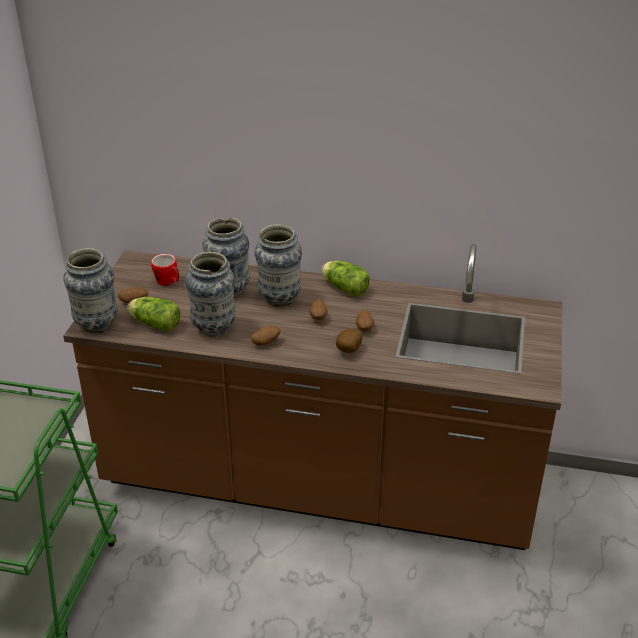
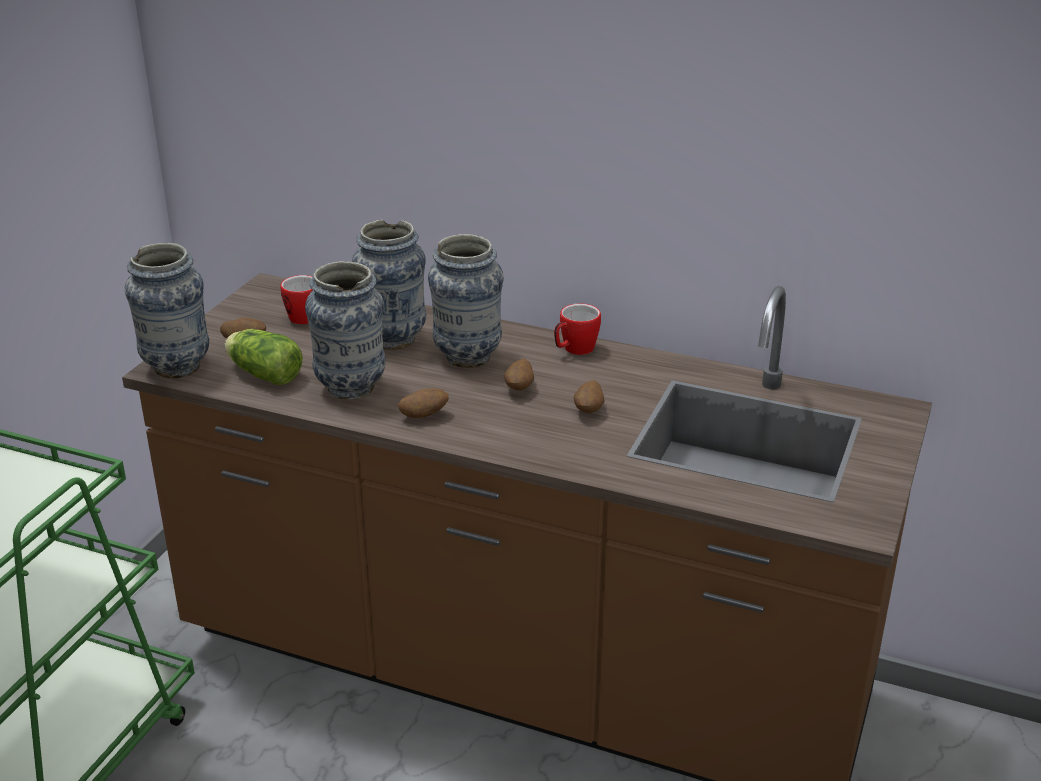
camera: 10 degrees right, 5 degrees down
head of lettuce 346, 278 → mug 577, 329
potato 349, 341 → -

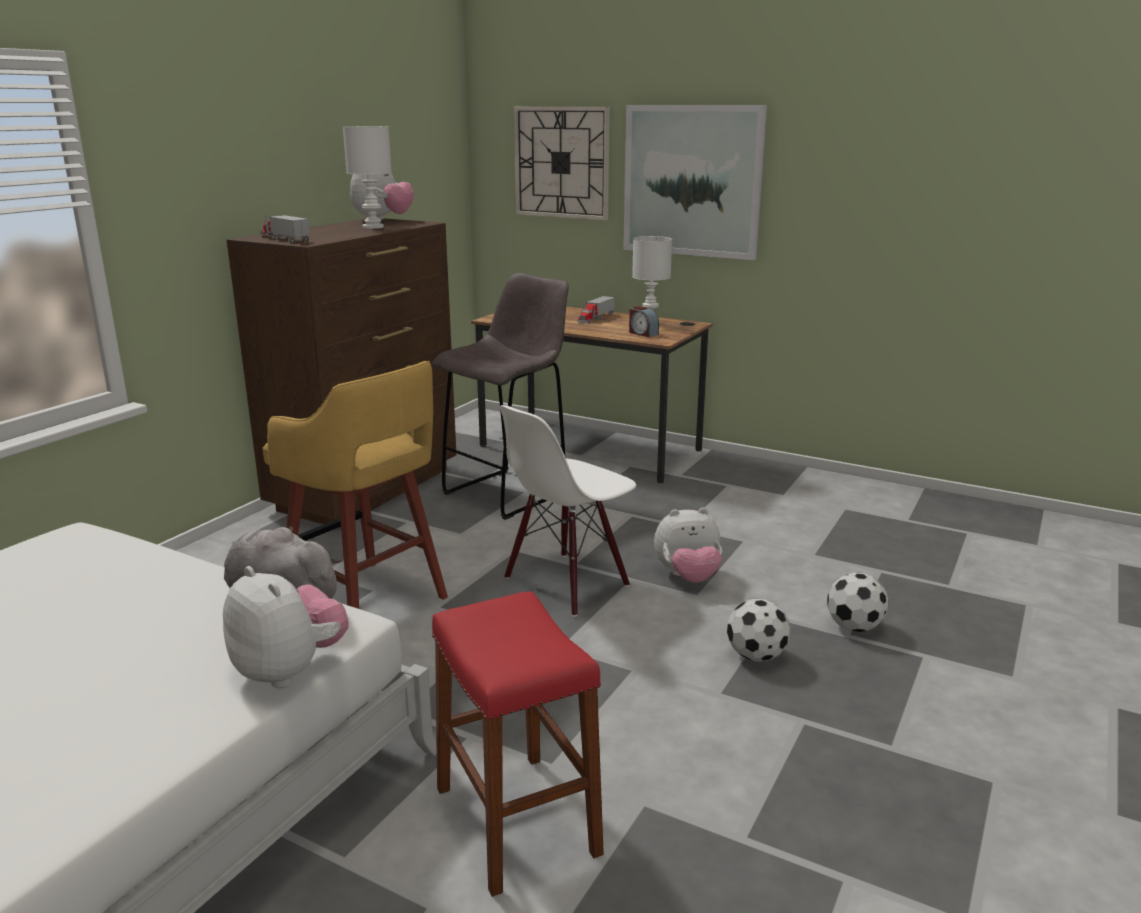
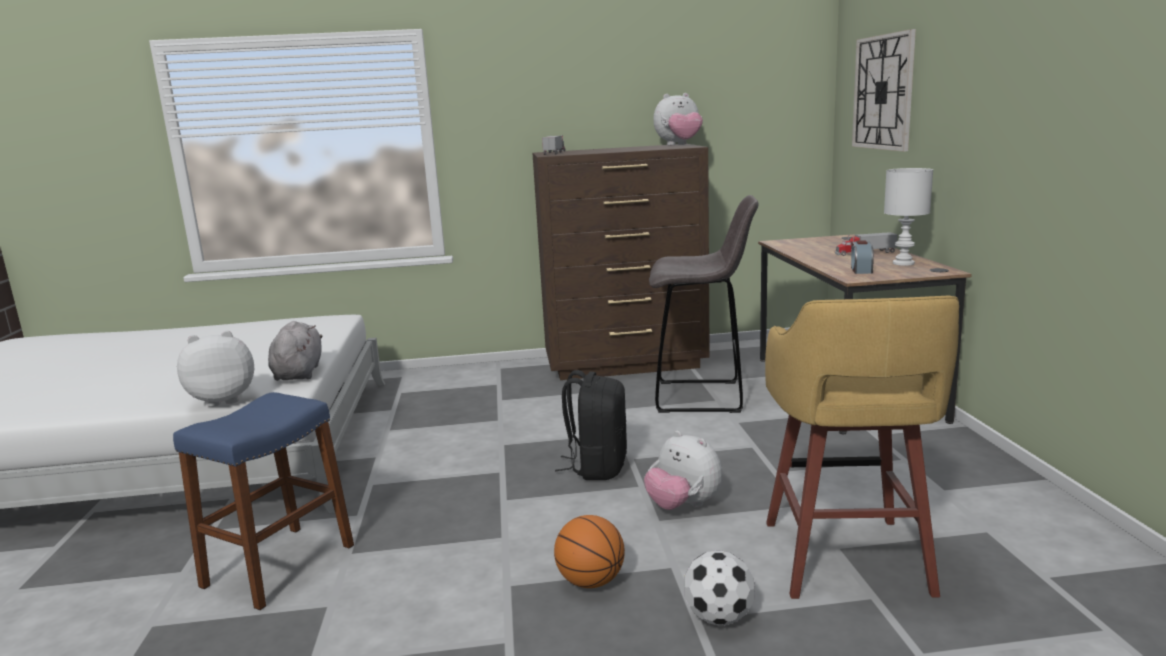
camera: 55 degrees right, 5 degrees down
sitting stool in red 518, 744 → sitting stool in bluish 263, 501
soft toy 286, 627 → soft toy 215, 369, 120 degrees counterclockwise
football ball 759, 630 → ball for basketball 589, 551
upright chair in white 568, 511 → rucksack in black-coloured 591, 425
sitting stool in yellowish 355, 485 → sitting stool in yellowish 862, 447, move
lamp for a table in white 367, 177 → -
wall art 695, 182 → -

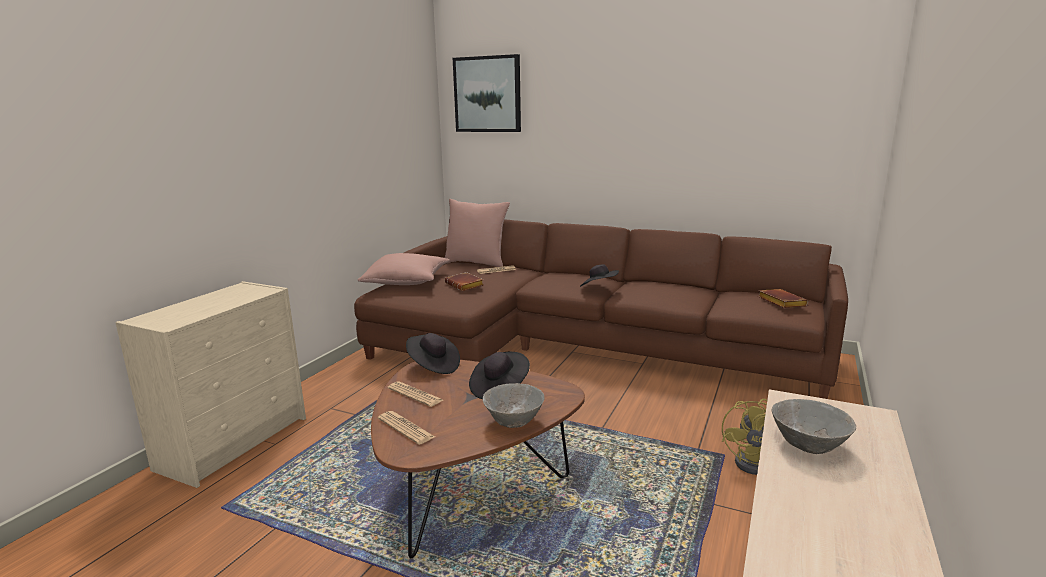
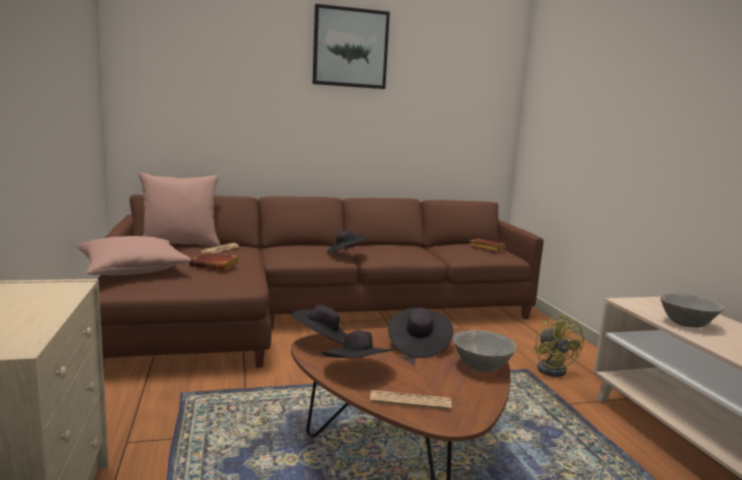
camera: 40 degrees left, 5 degrees down
wall art 487, 93 → wall art 351, 46, move
newspaper 415, 394 → clothing hat in black-coloured 357, 344

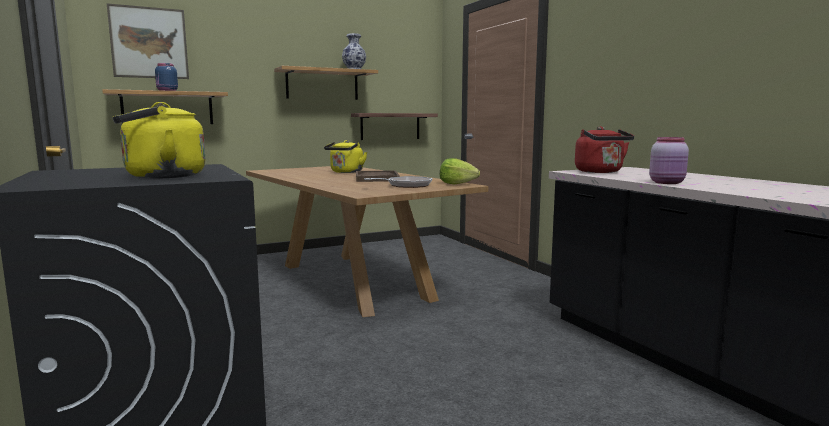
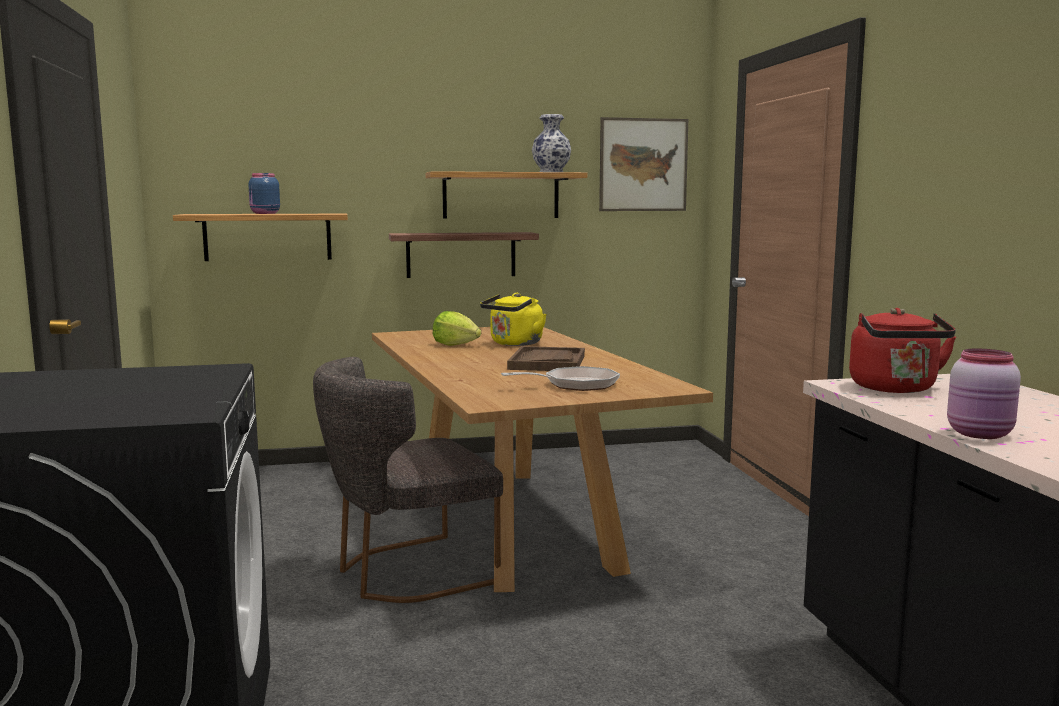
camera: 15 degrees right, 0 degrees up
- → upright chair in gray 408, 480
shelf 394, 126 → shelf 464, 255, move
head of lettuce 460, 171 → head of lettuce 457, 328, move
wall art 148, 41 → wall art 643, 164, move
kettle in yellowish 158, 140 → -

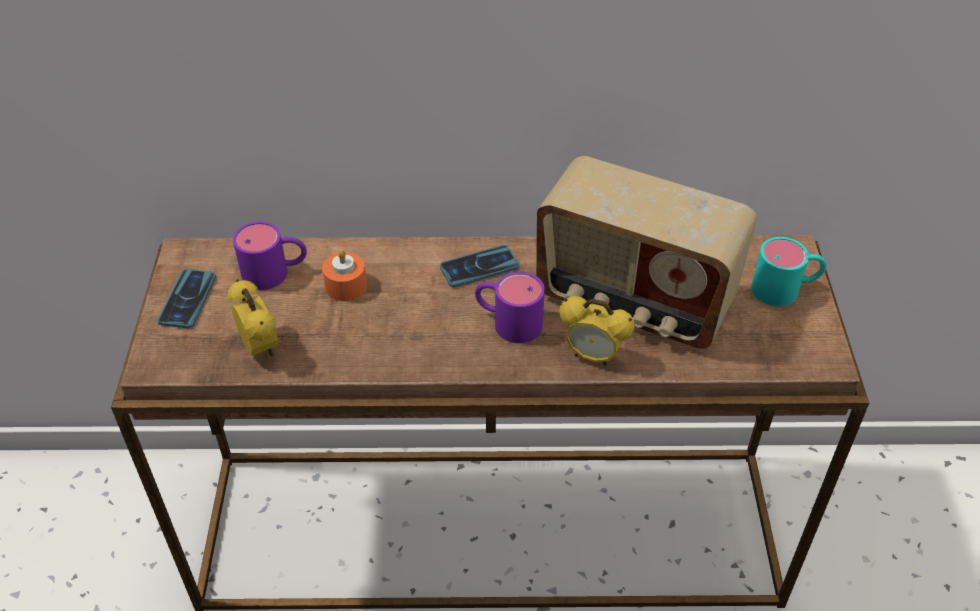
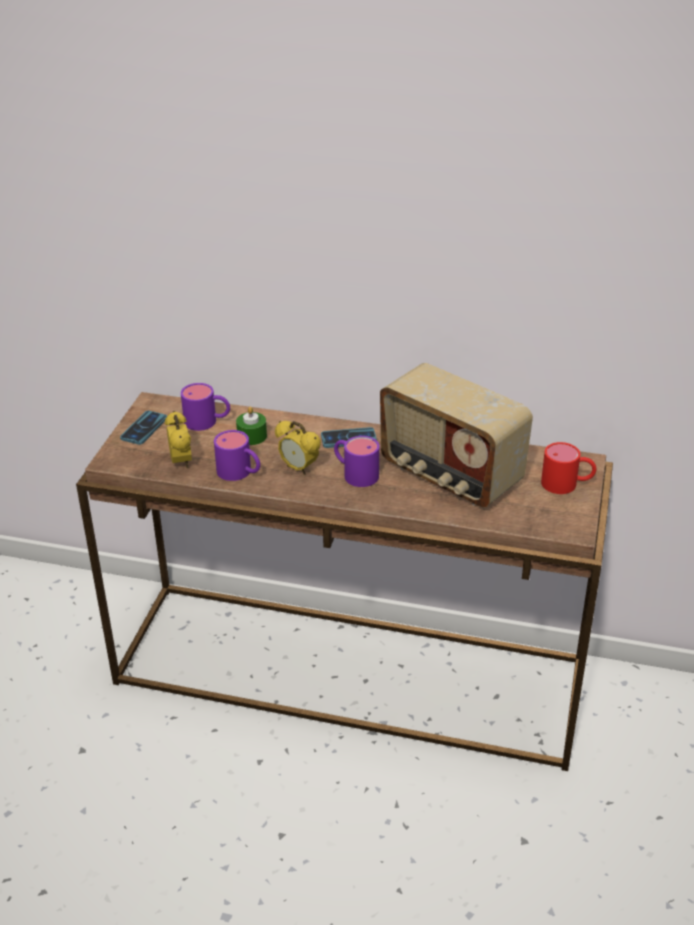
camera: 15 degrees right, 10 degrees down
- → mug in purplish 237, 455
wax light in orangey 344, 275 → wax light in greenish 251, 426
alarm clock 597, 331 → alarm clock 298, 448, move
mug in blue-green 789, 272 → mug in red 568, 468

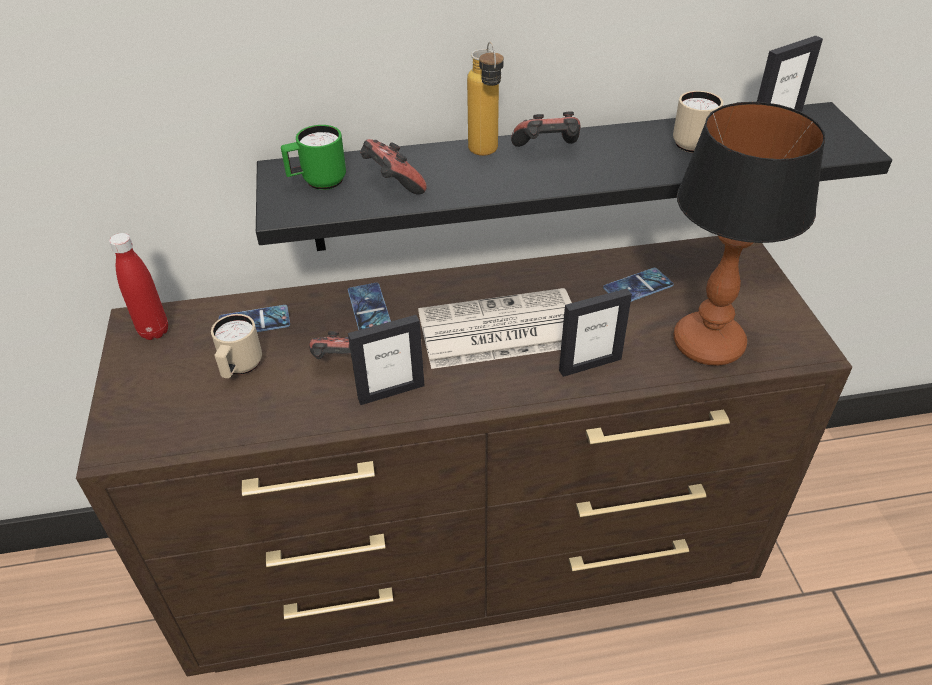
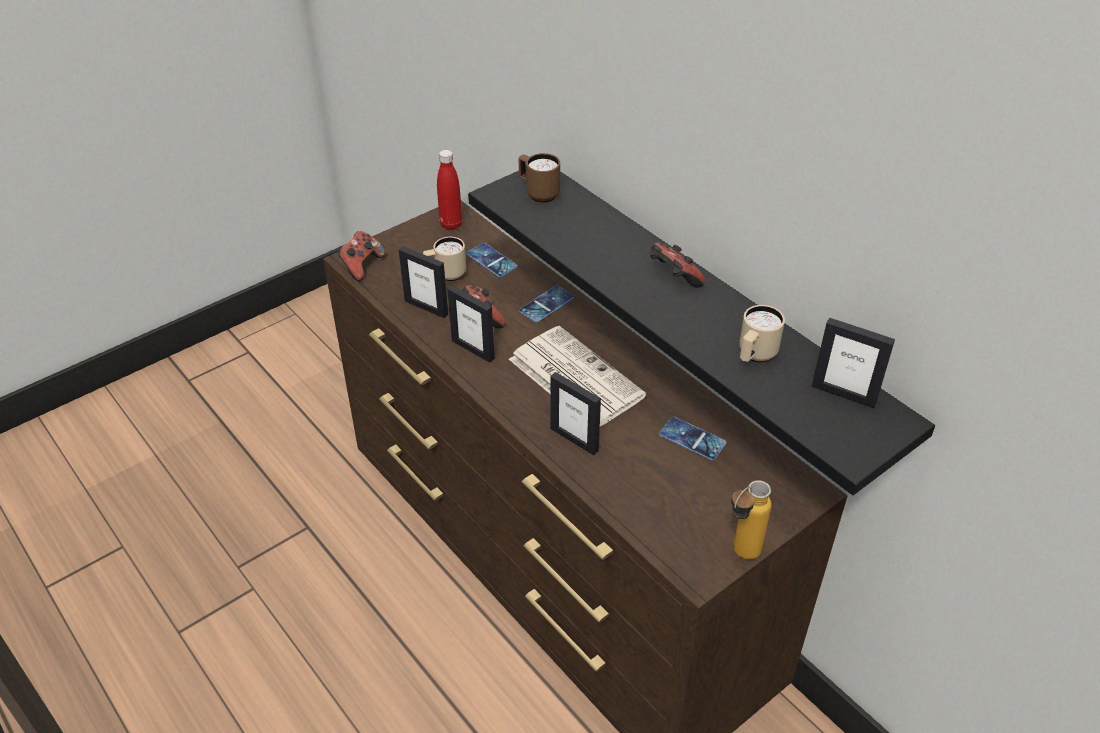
camera: 60 degrees right, 0 degrees up
joypad 393, 167 → joypad 362, 256, move
- → photo frame 423, 282
mug in greenish 313, 157 → mug in brown 539, 178
drink bottle 485, 99 → drink bottle 751, 520, move
lamp for a table 749, 234 → -

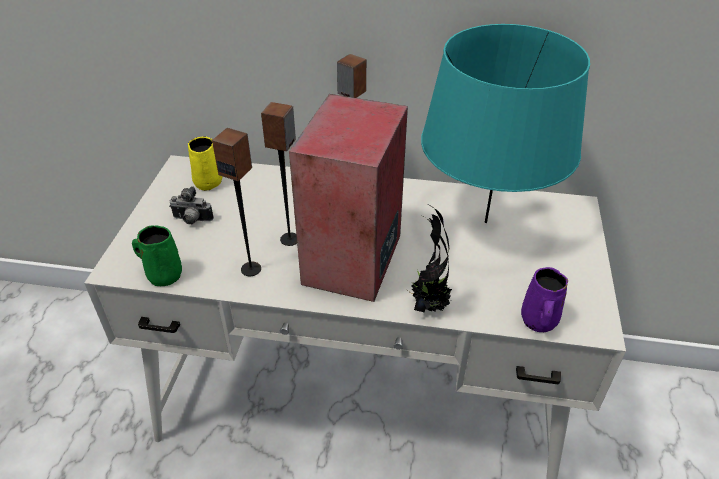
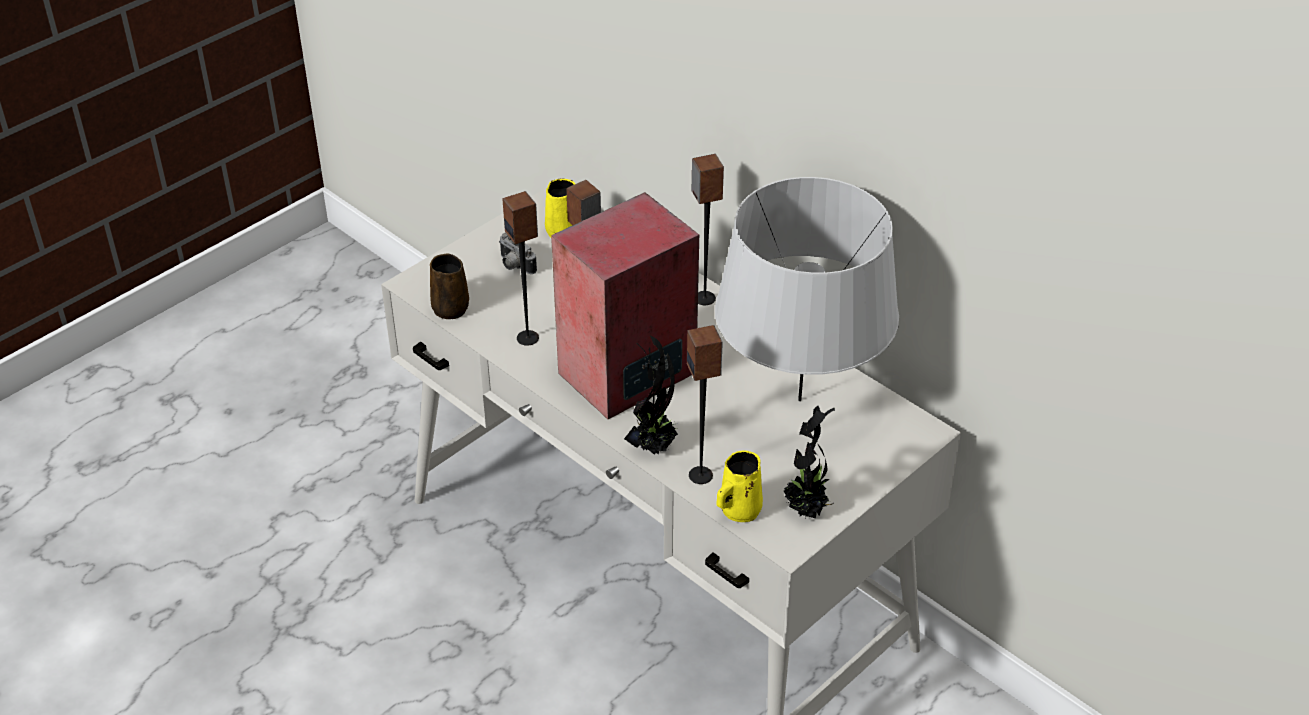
camera: 35 degrees right, 0 degrees up
mug in greenish 157, 255 → mug in brown 449, 286
- → speaker 705, 404
lamp for a table in blue-green 505, 123 → lamp for a table in gray 807, 289
mug in purplish 544, 299 → mug in yellowish 739, 486
- → potted plant 809, 462

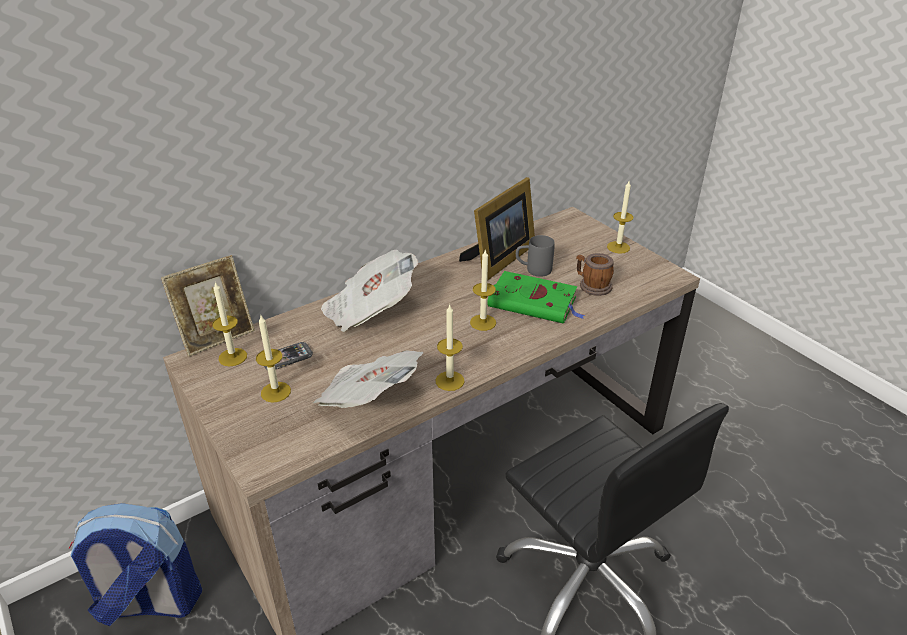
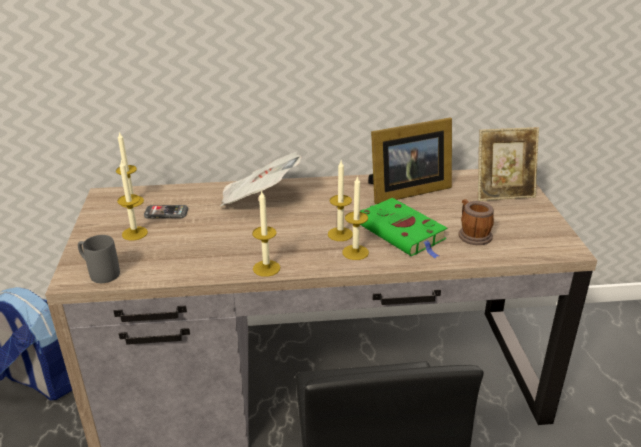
camera: 30 degrees right, 5 degrees down
mug in gray 535, 256 → mug in gray 99, 259, move
wax light 620, 217 → wax light 355, 217, move
photo frame 208, 305 → photo frame 508, 164, move
newspaper 368, 379 → -

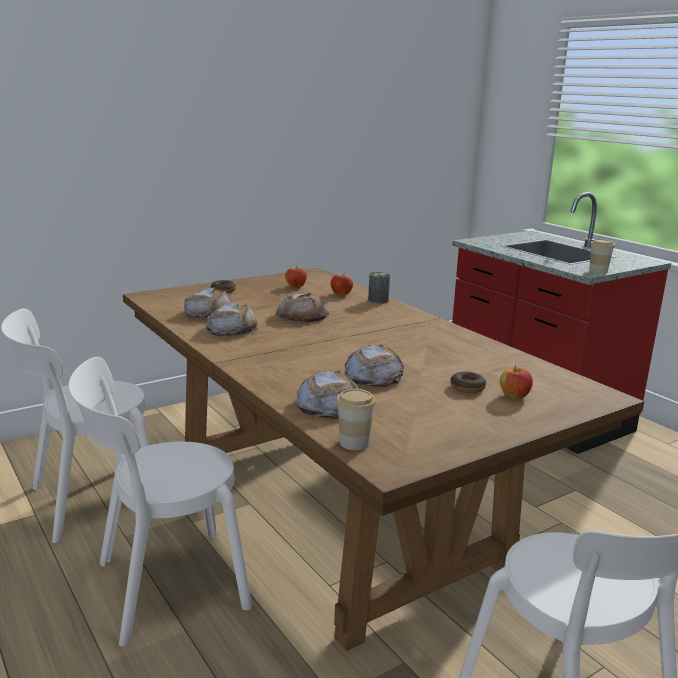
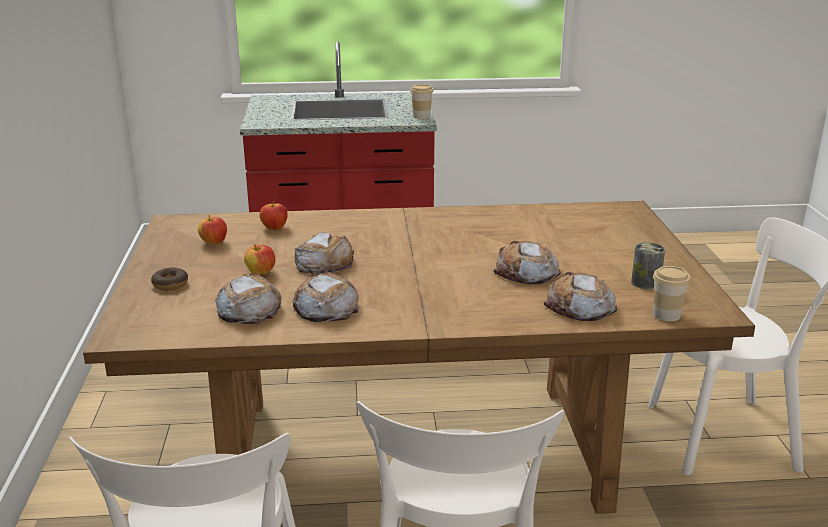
camera: 60 degrees left, 5 degrees up
whole apple 516, 382 → whole apple 259, 259, move
can 379, 288 → can 648, 265, move
doughnut 468, 382 → -

